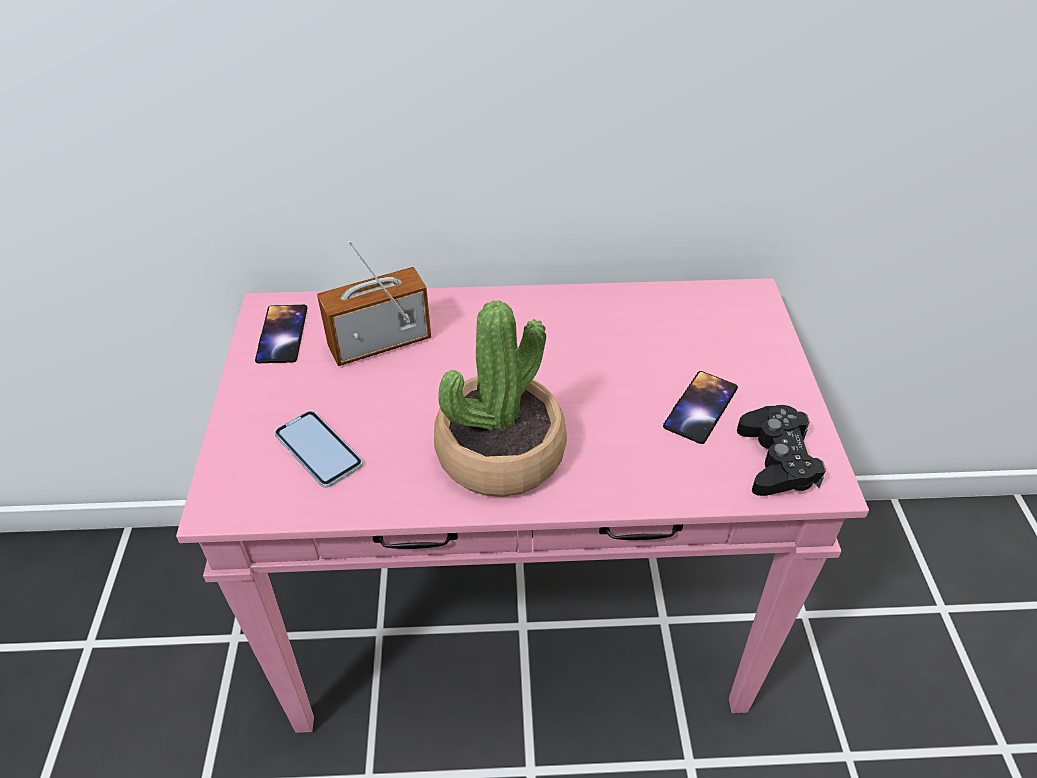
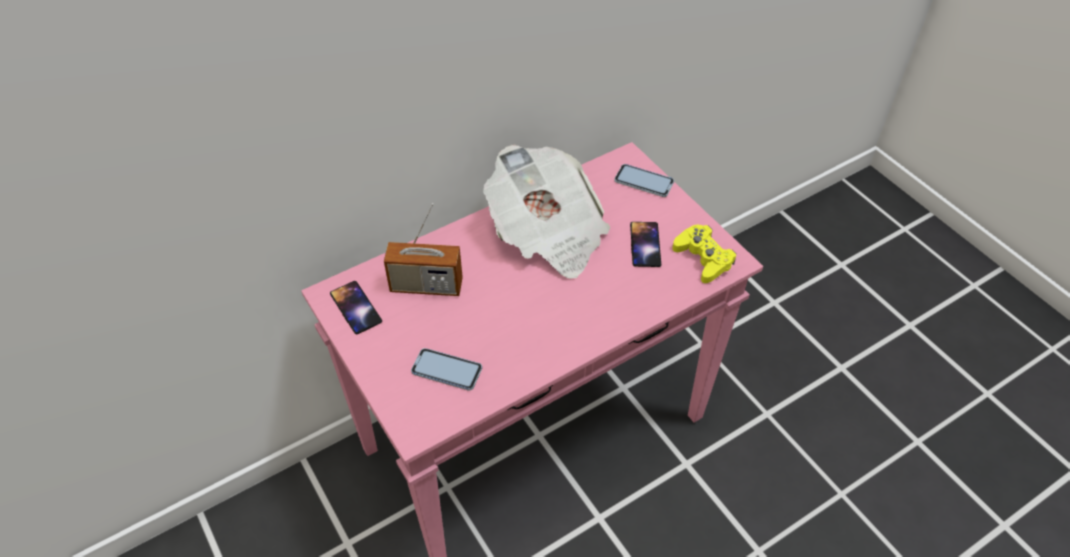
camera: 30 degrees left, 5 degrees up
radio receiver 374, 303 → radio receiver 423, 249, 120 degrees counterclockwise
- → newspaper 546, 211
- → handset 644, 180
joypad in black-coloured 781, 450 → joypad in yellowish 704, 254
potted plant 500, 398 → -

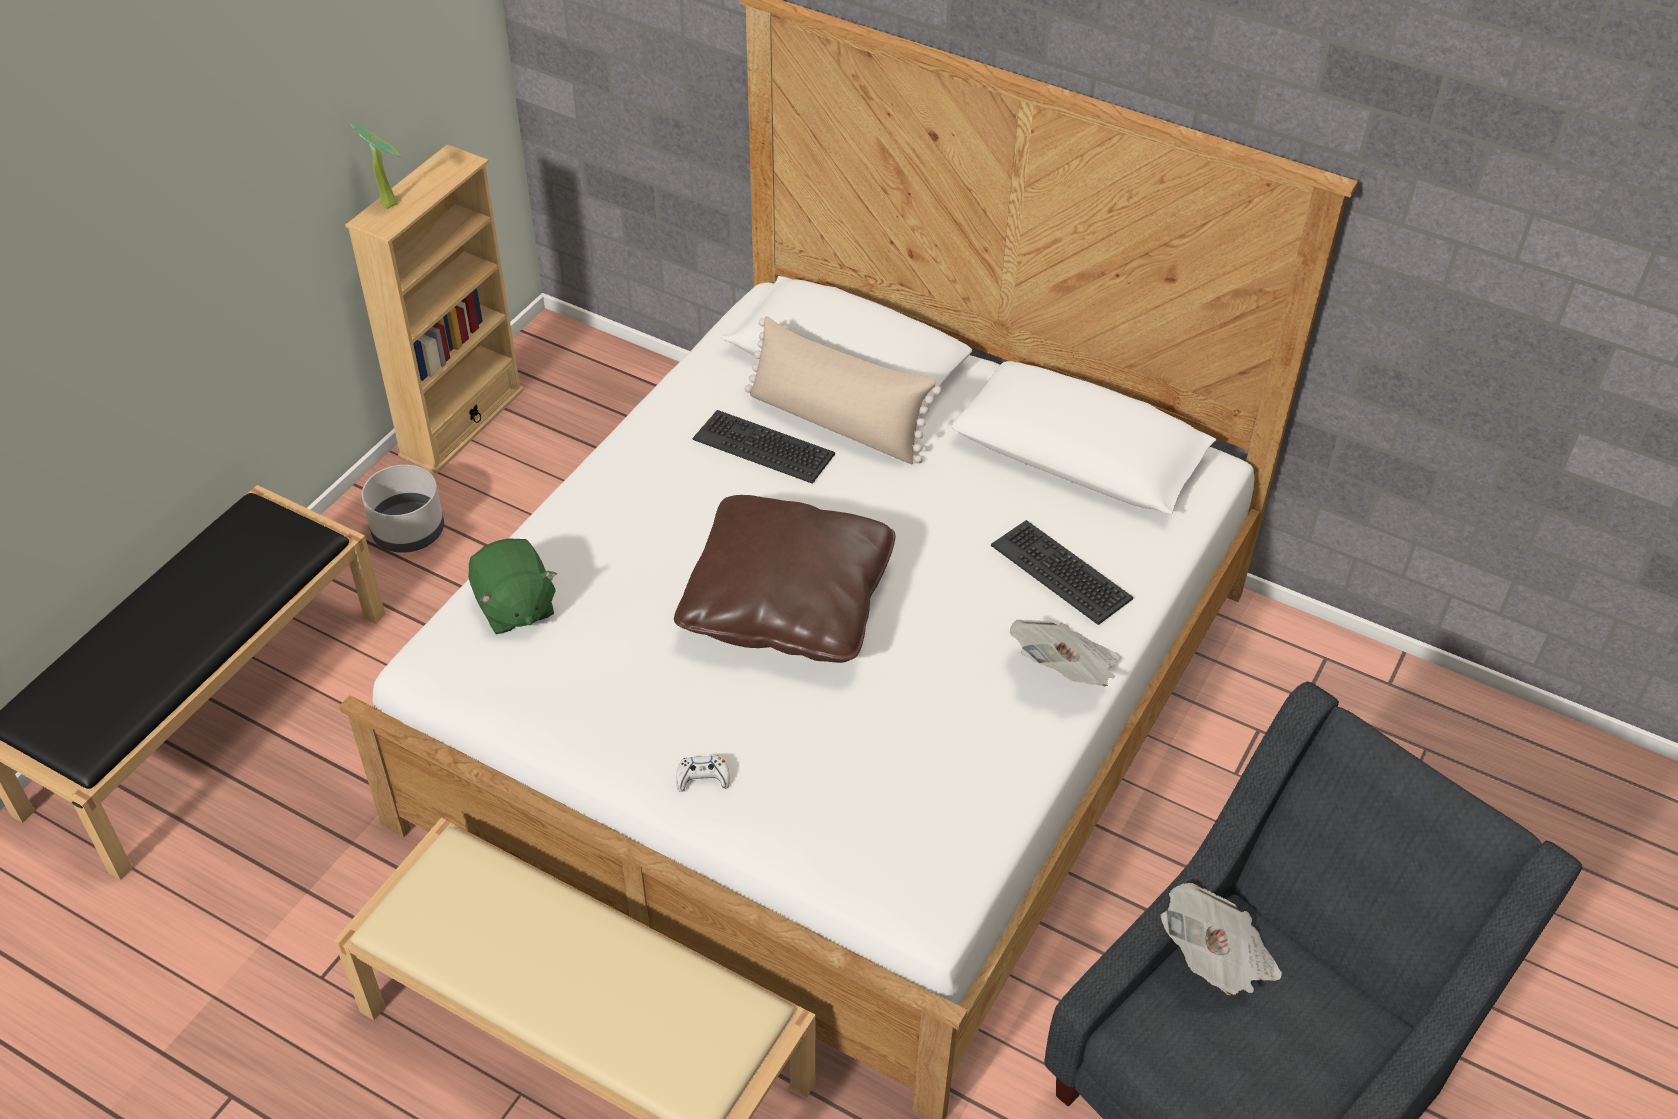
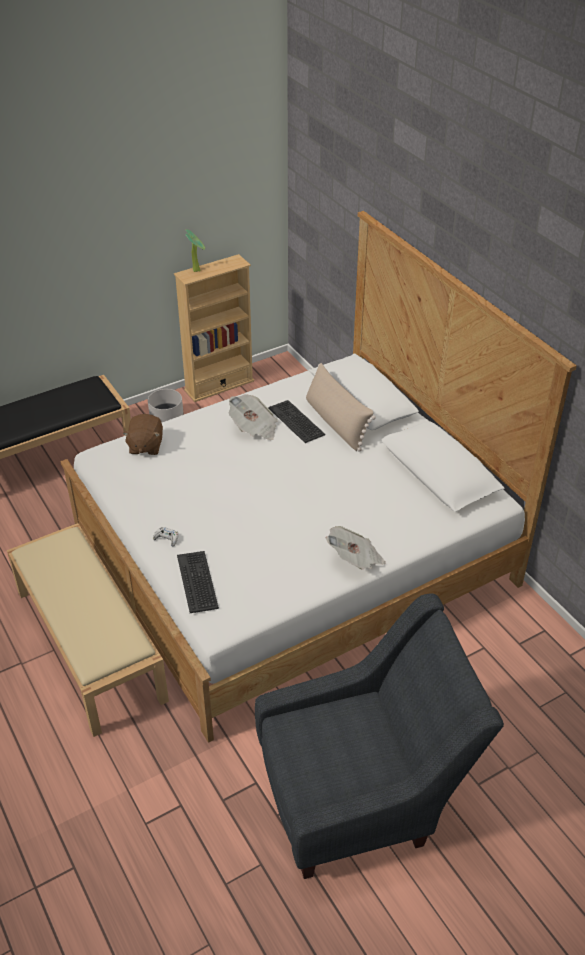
camera: 30 degrees right, 5 degrees down
soft toy in greenish 512, 586 → soft toy in brown 142, 434
PC keyboard 1062, 572 → PC keyboard 198, 582, move
newspaper 1221, 939 → newspaper 253, 417, move
cushion in brown 784, 579 → -

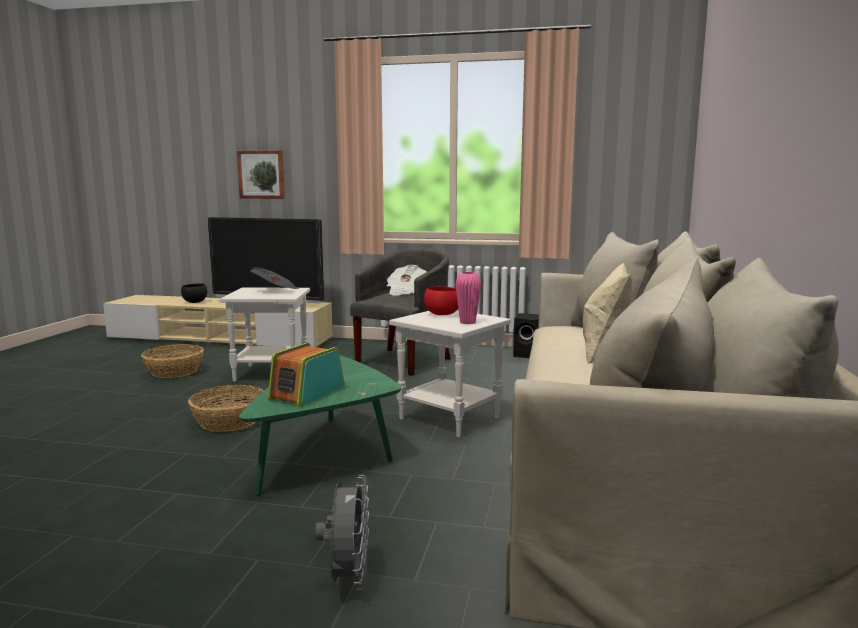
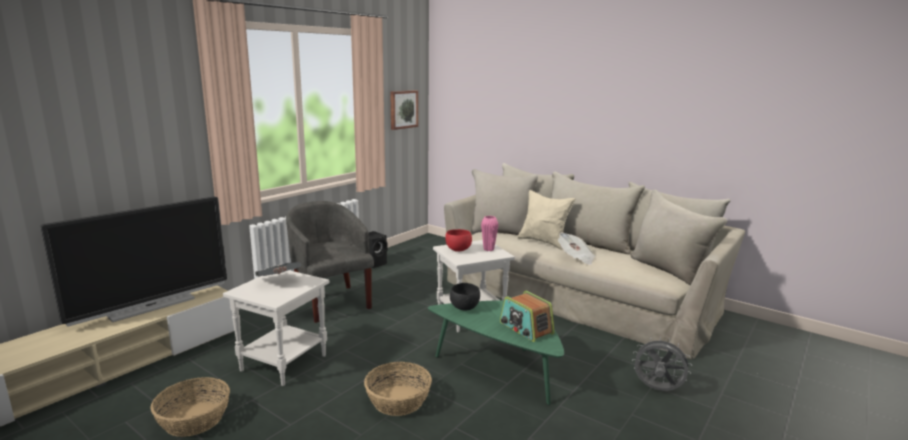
camera: 65 degrees left, 5 degrees up
wall art 261, 174 → wall art 404, 110, move
deep dish in black-coloured 194, 293 → deep dish in black-coloured 465, 296, move
newspaper 407, 280 → newspaper 577, 248, move

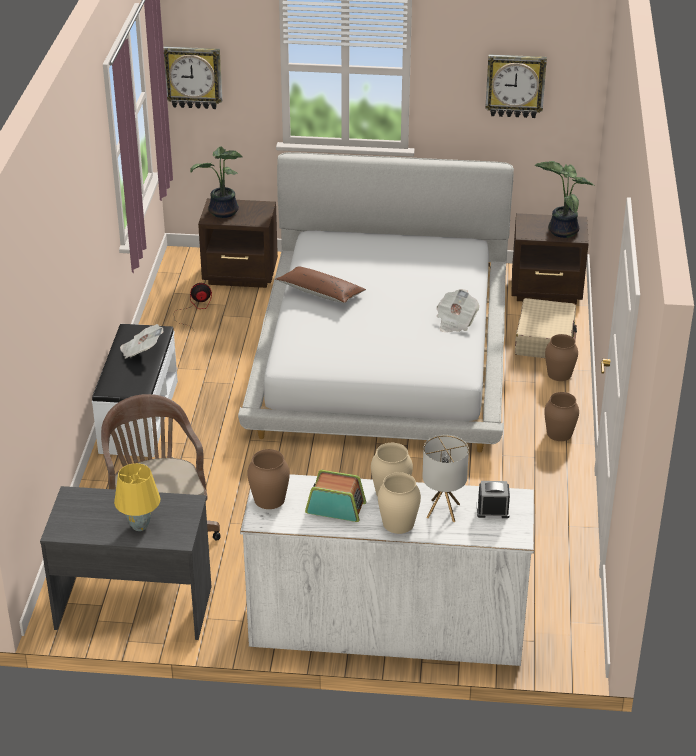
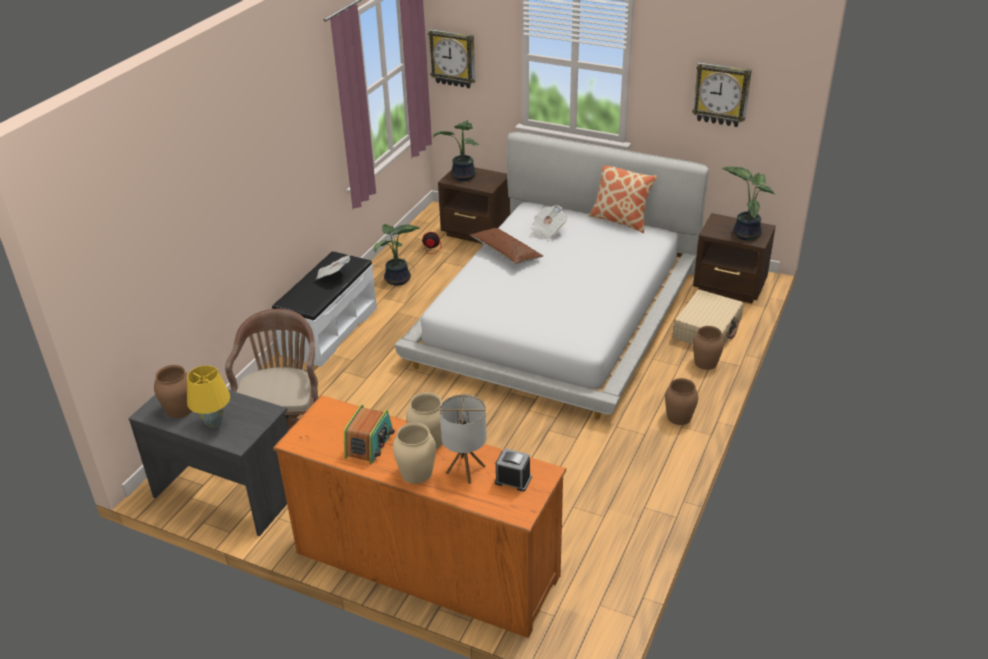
camera: 20 degrees right, 0 degrees up
vase in brown 268, 479 → vase in brown 173, 391, move
drawer chest in white 387, 570 → drawer chest in orangey 419, 516
radio receiver 335, 496 → radio receiver 369, 434, 75 degrees clockwise
- → potted plant 397, 255
newspaper 458, 311 → newspaper 549, 222, move
- → cushion 623, 199

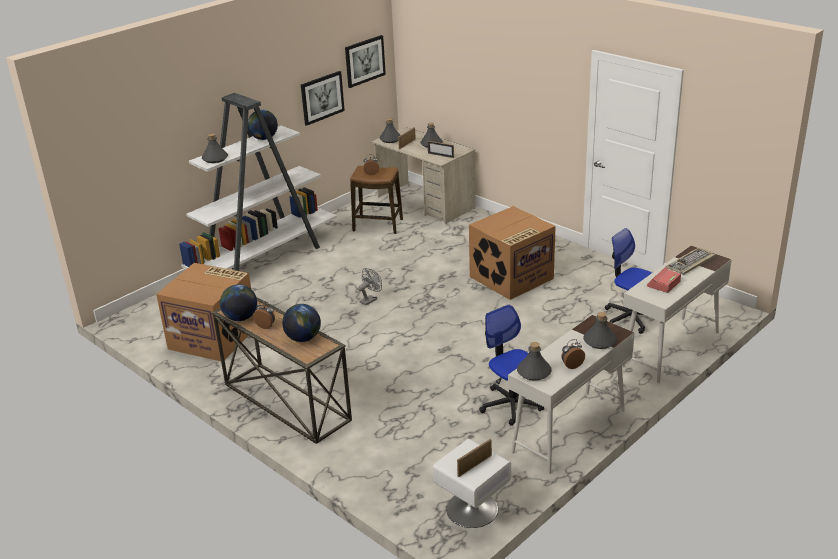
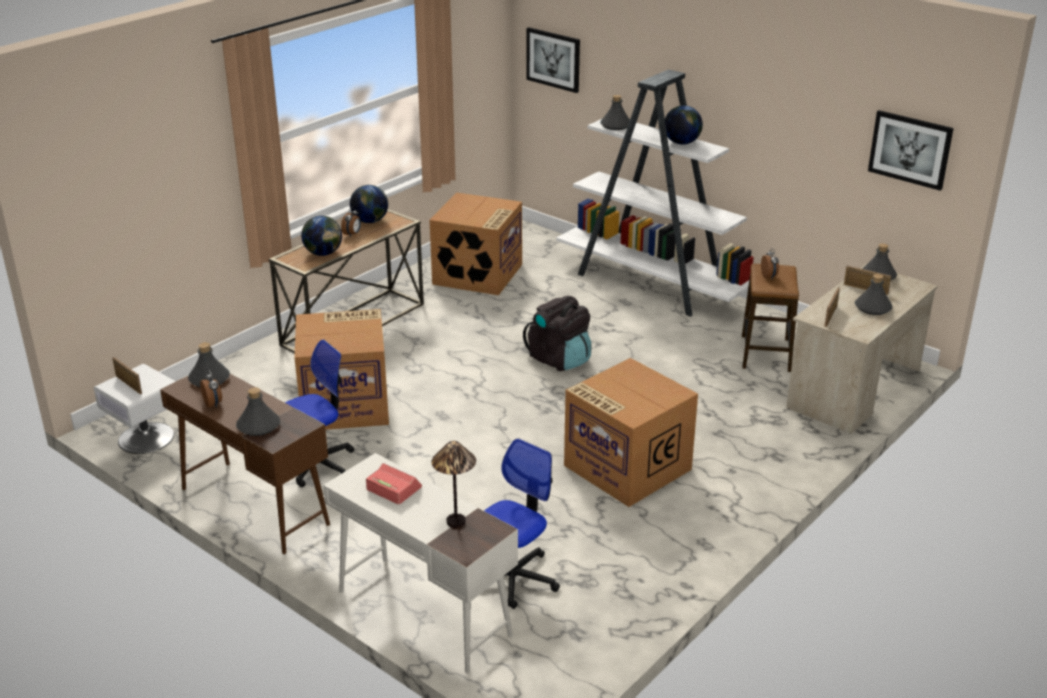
camera: 85 degrees right, 0 degrees up
desk in white 571, 394 → desk in brown 245, 464
- → carton 341, 369
PC keyboard 691, 261 → lamp for a table 454, 484
electric fan in gray 370, 286 → rucksack in black-coloured 557, 333
wall art 323, 98 → wall art 553, 60, move

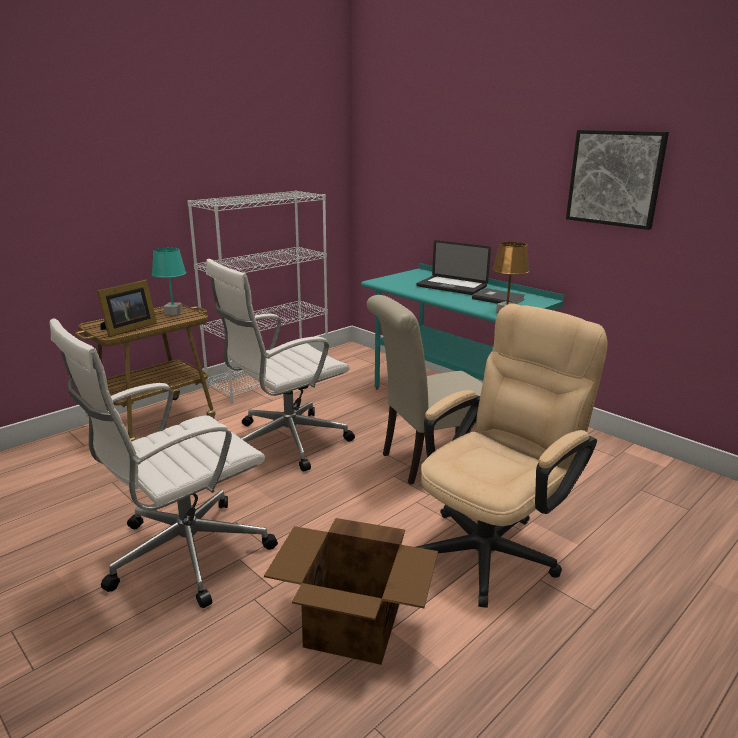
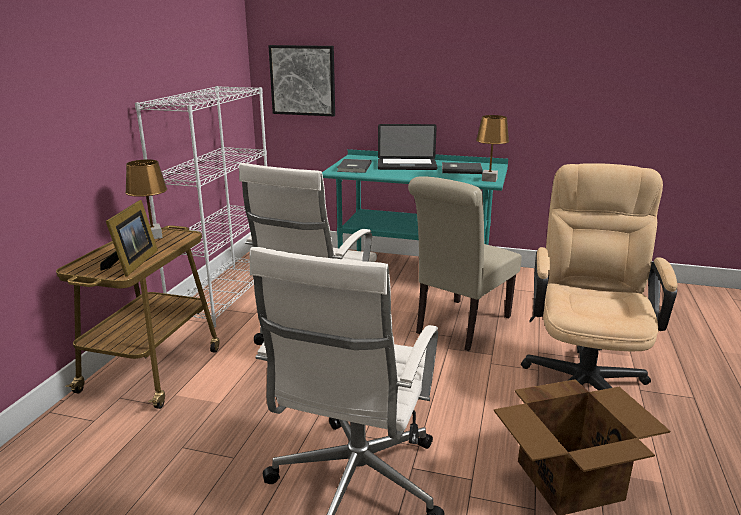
camera: 30 degrees left, 0 degrees up
lamp for a table in blue-green 169, 281 → lamp for a table in brown 146, 199
wall art 617, 180 → wall art 301, 80, move
- → volume in gray 354, 166

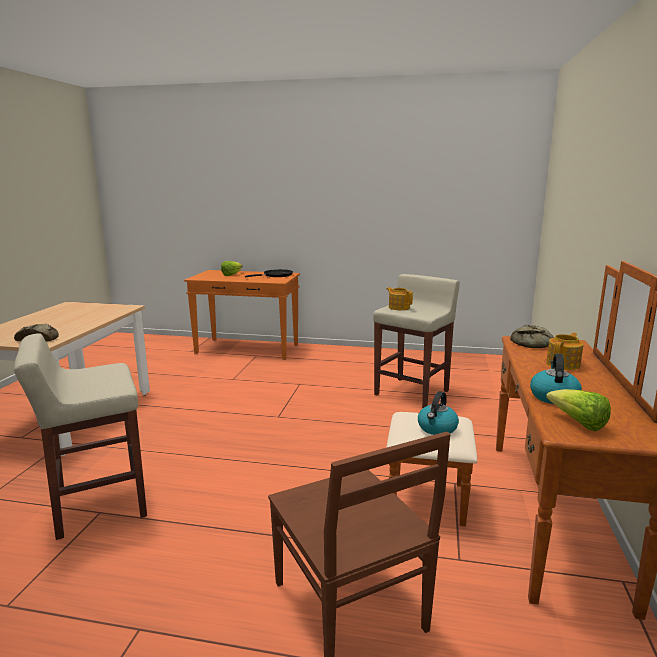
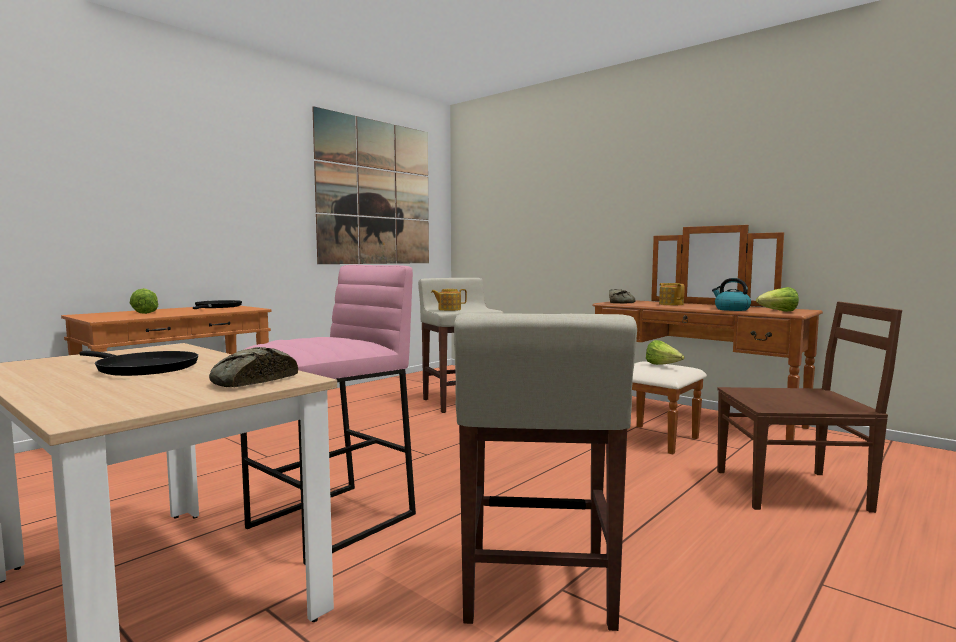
camera: 60 degrees left, 10 degrees down
- → pan in black-coloured 139, 363
- → sitting stool in pinkish 328, 415
- → wall art 370, 185
kettle 438, 413 → head of lettuce 665, 352

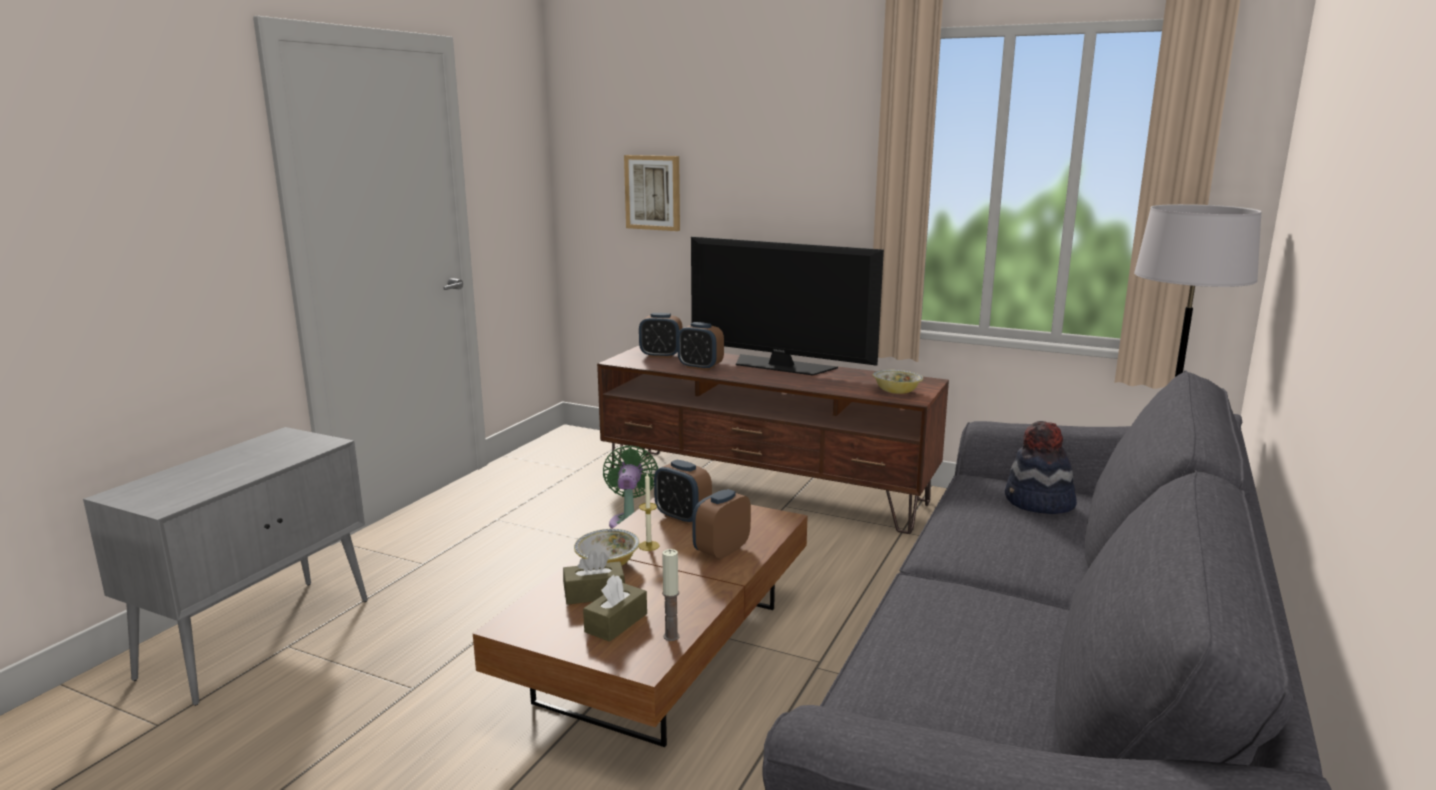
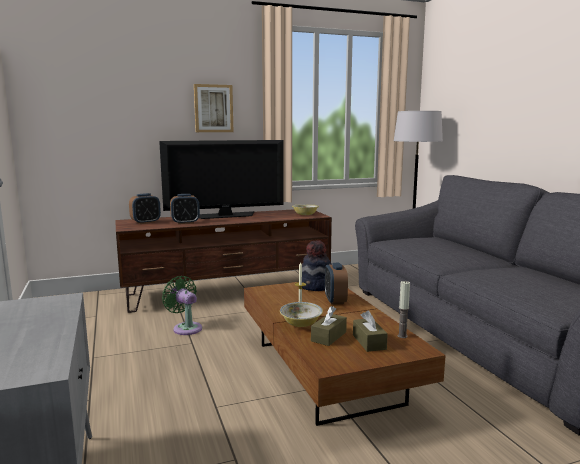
camera: 45 degrees left, 5 degrees down
wall art 652, 193 → wall art 213, 108, move
clothing hat 1041, 467 → clothing hat 317, 265, move
alarm clock 683, 492 → -

